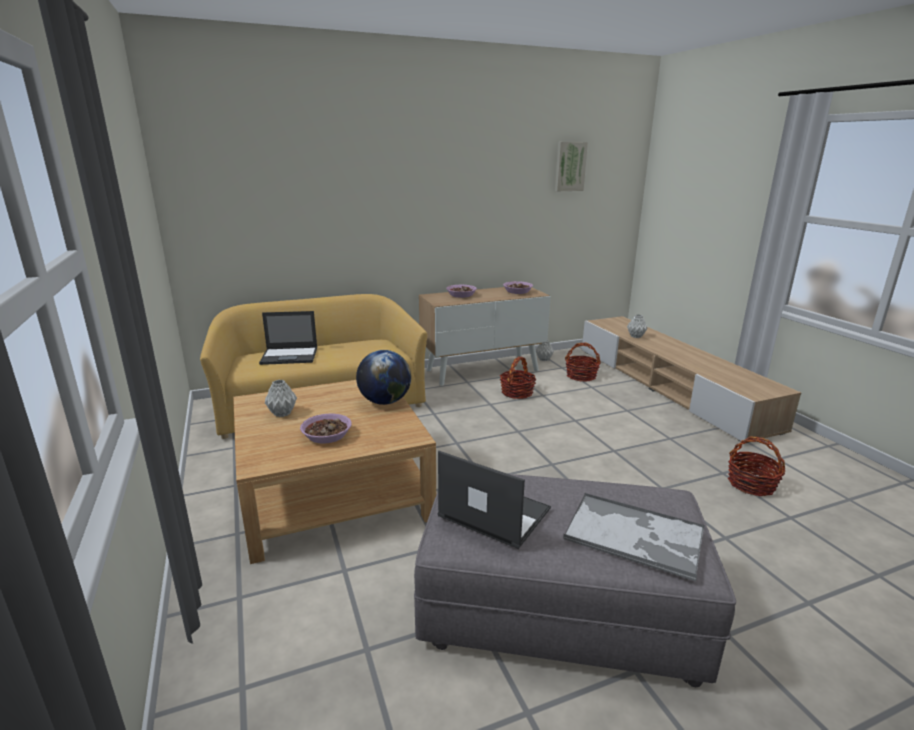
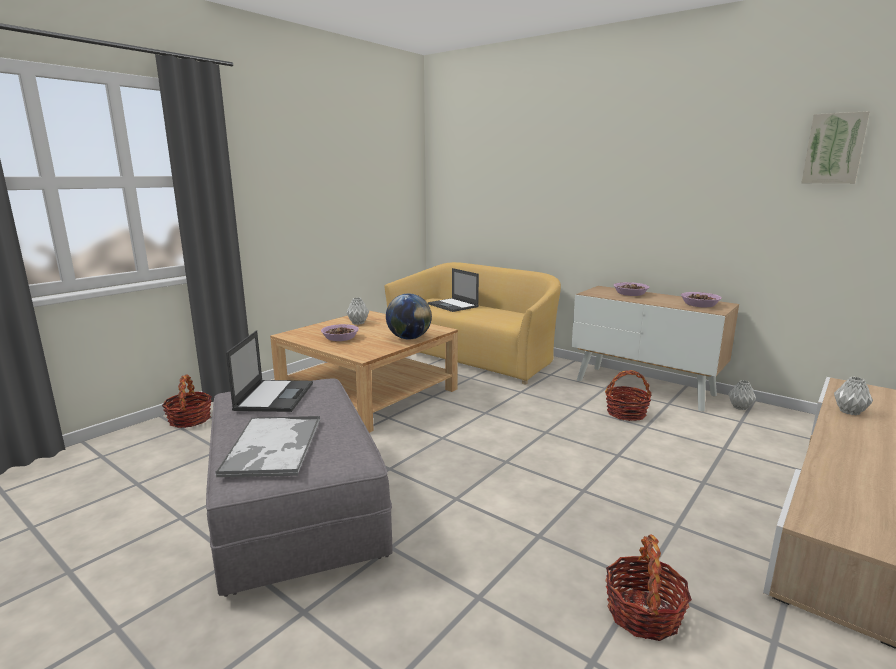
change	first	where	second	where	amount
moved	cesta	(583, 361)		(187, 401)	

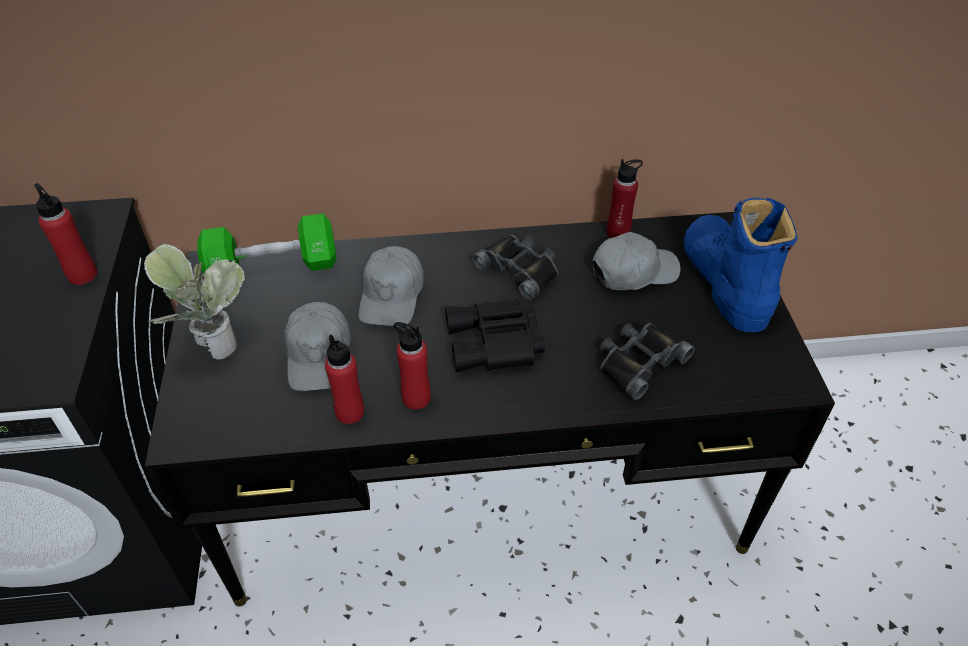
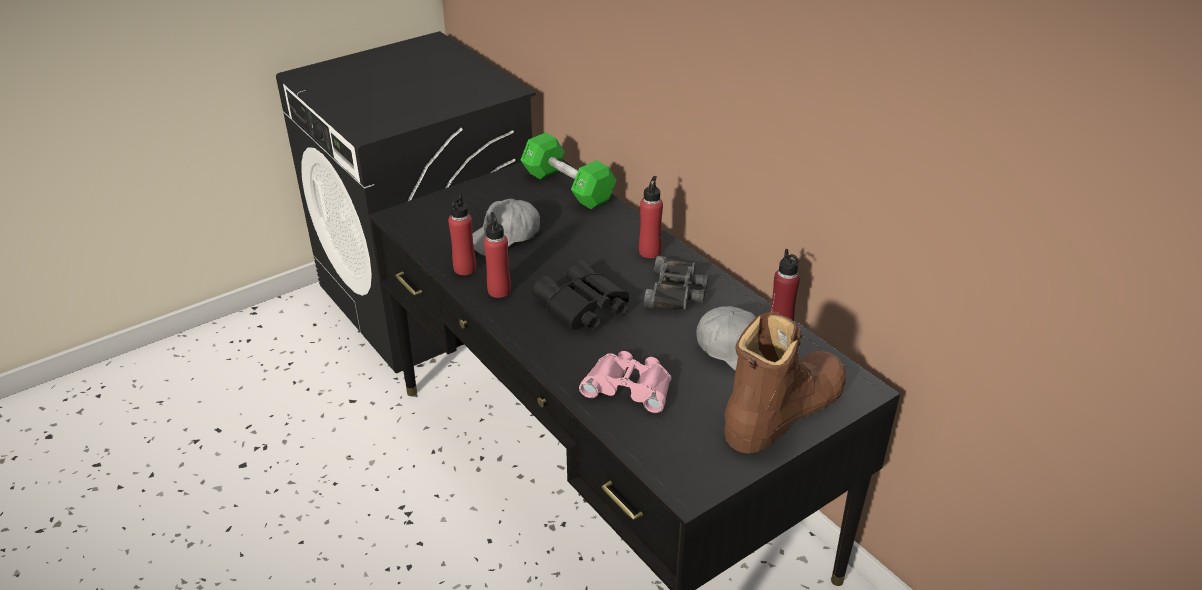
change	first	where	second	where	amount
moved	botella [rojo]	(65, 234)		(651, 217)	
recoloured	bota [azul]	(741, 265)	bota [marrón]	(785, 382)	
removed	planta en maceta	(194, 301)			
removed	gorra [gris]	(391, 286)			
recoloured	prismáticos [negro]	(646, 361)	prismáticos [rosa]	(625, 382)	

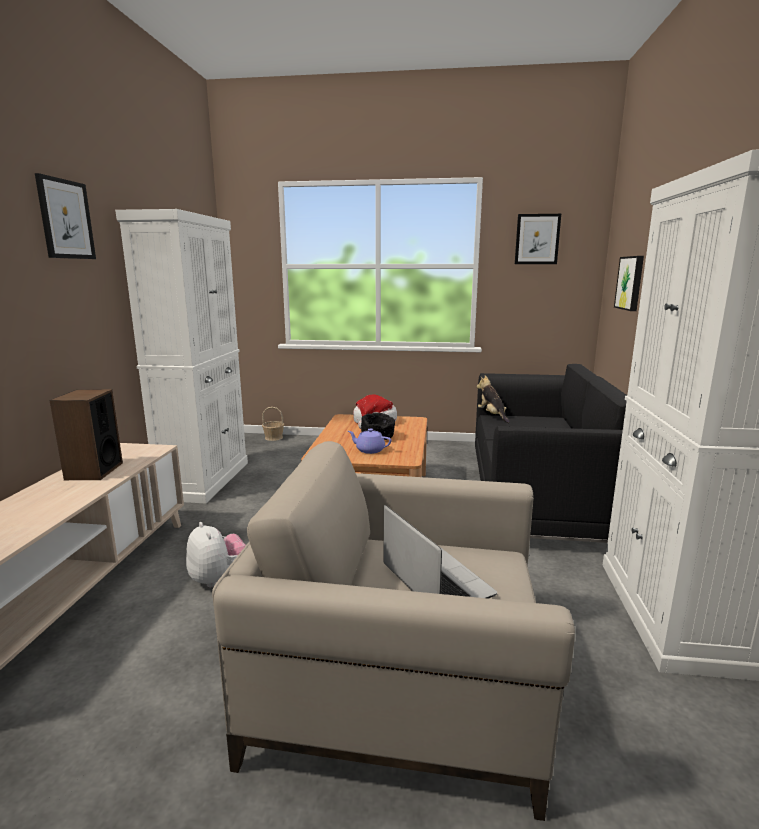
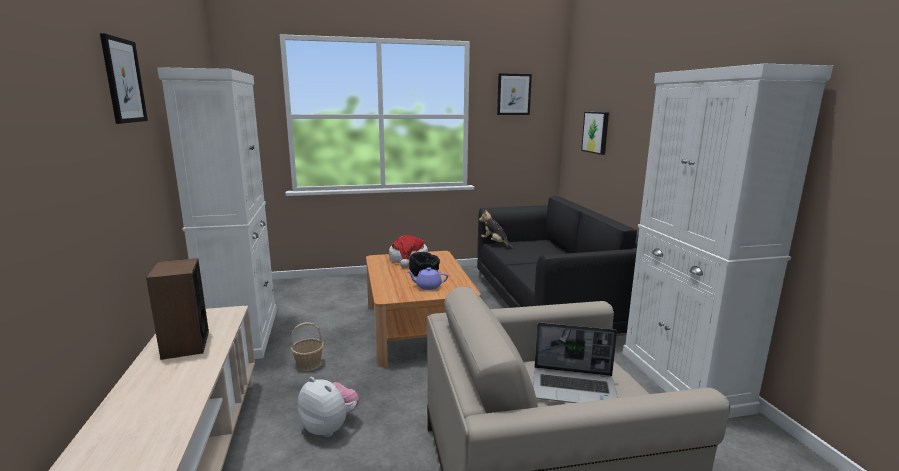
change	first	where	second	where	amount
moved	cesta	(273, 424)		(307, 346)	
turned	portátil	(440, 552)		(575, 362)	150 degrees clockwise

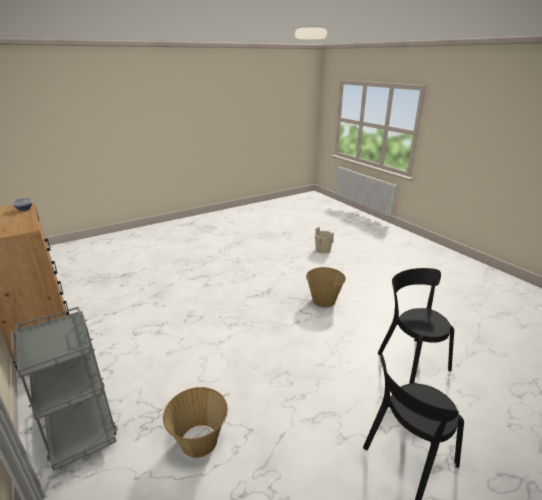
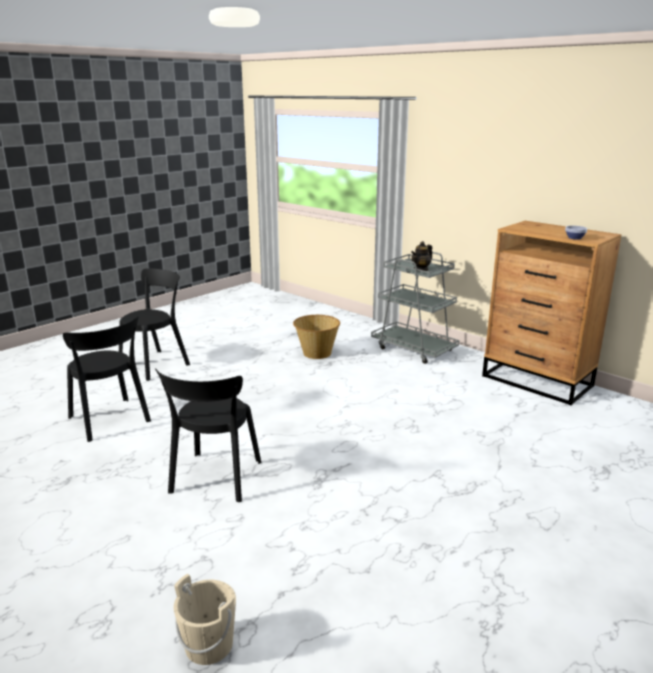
change	first	where	second	where	amount
replaced	cesta	(326, 287)	silla [negro]	(208, 435)	
added			tetera	(421, 256)	

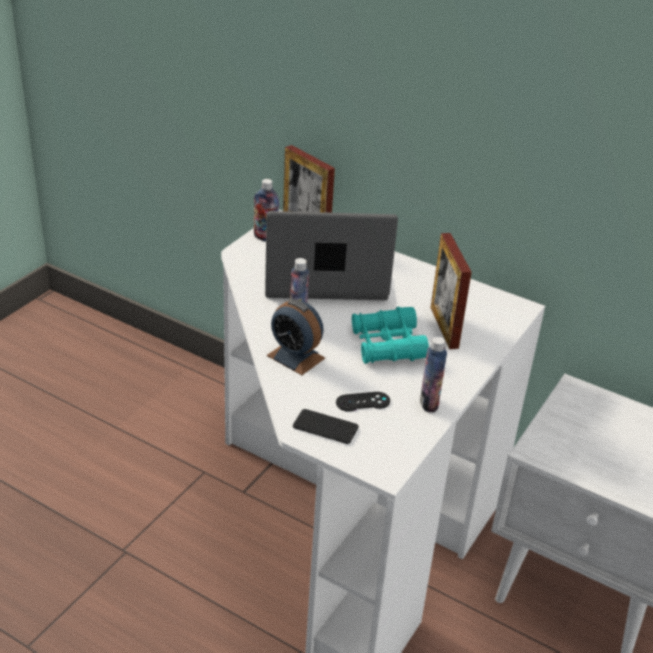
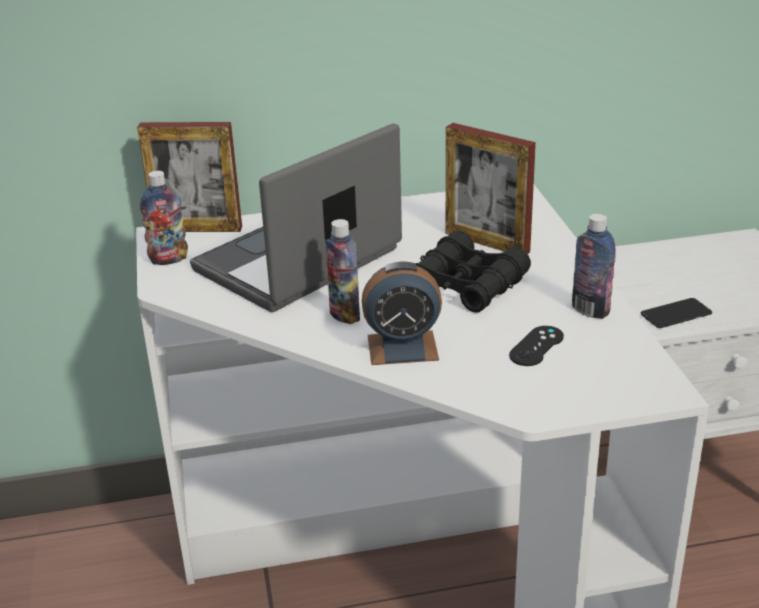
change	first	where	second	where	amount
recoloured	prismáticos [turquesa]	(390, 335)	prismáticos [negro]	(473, 271)	
moved	móvil	(326, 426)		(676, 313)	

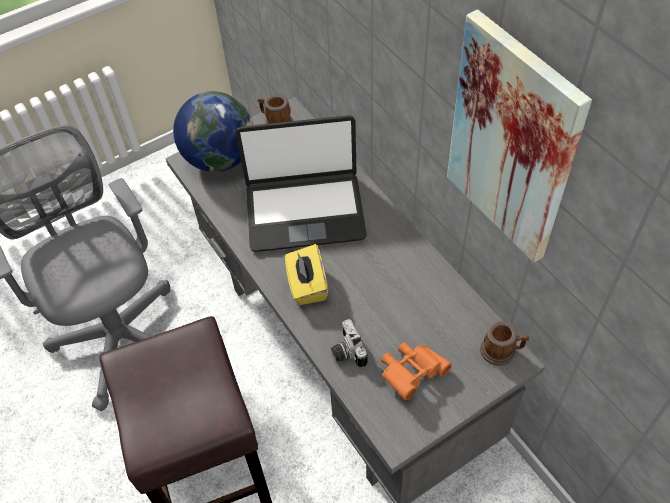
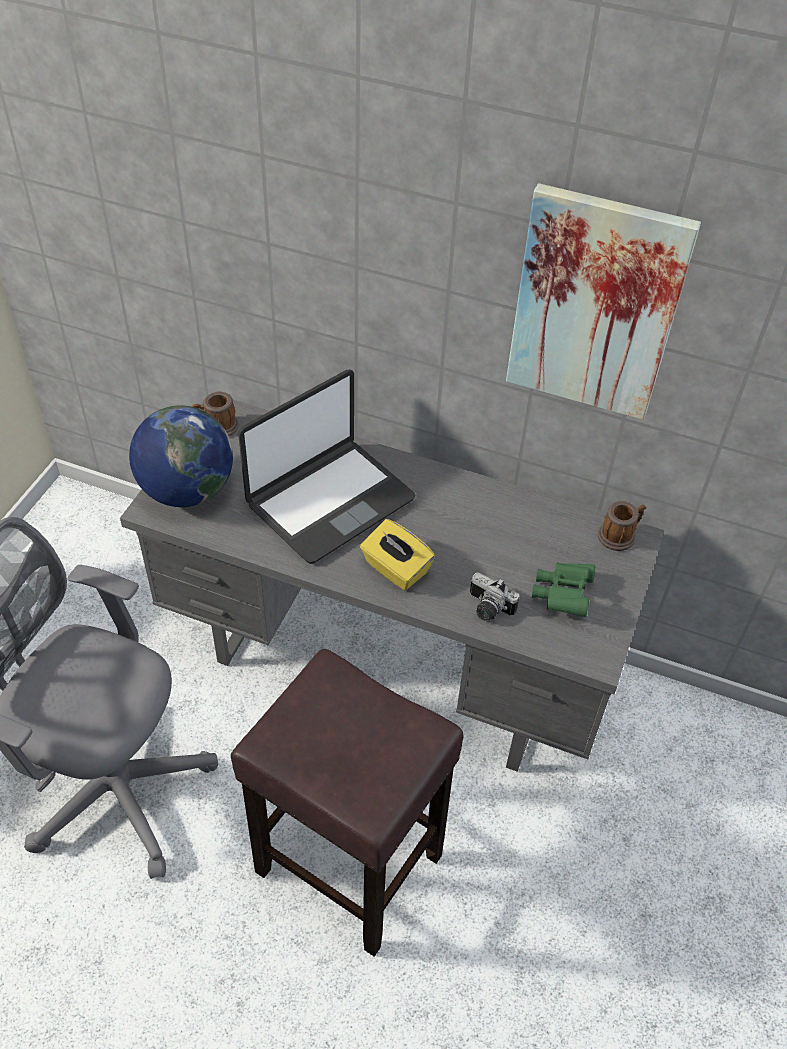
change	first	where	second	where	amount
recoloured	prismáticos [naranja]	(416, 371)	prismáticos [verde]	(563, 589)	

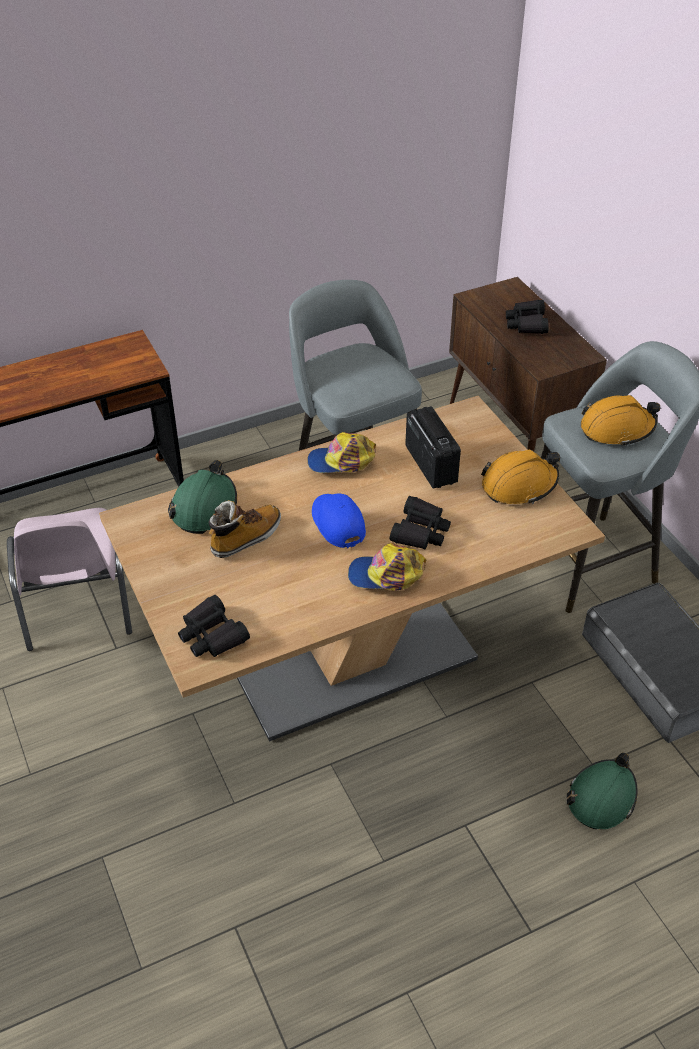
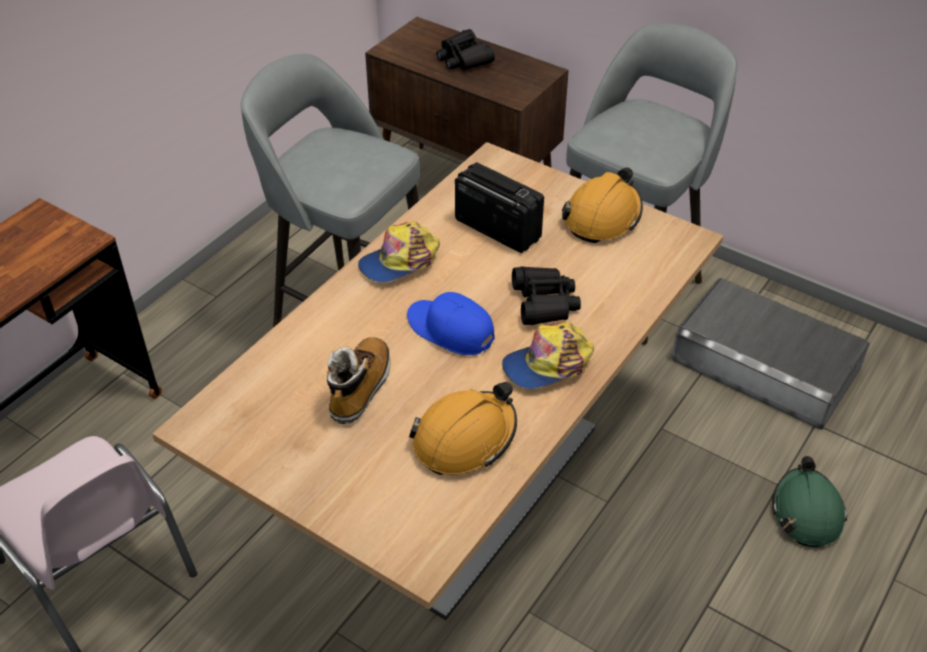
change	first	where	second	where	amount
moved	casco [naranja]	(620, 421)		(463, 428)	
removed	casco [verde]	(202, 497)			
removed	prismáticos [negro]	(214, 626)			

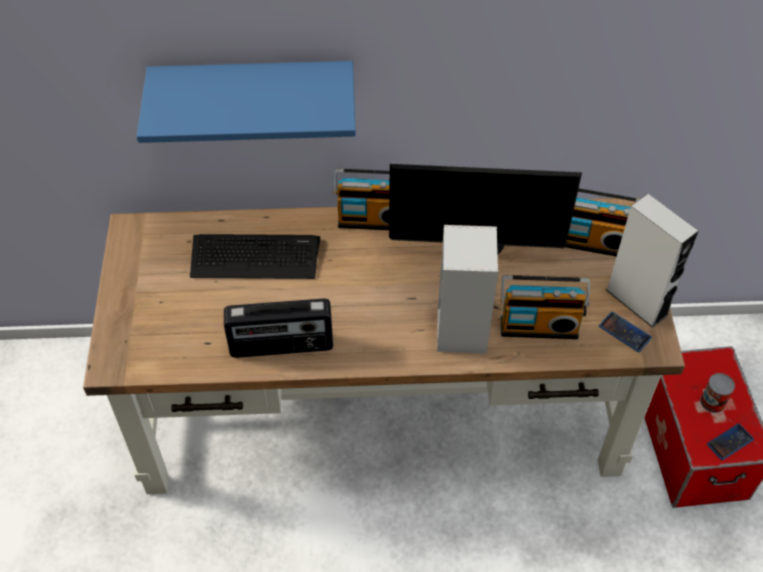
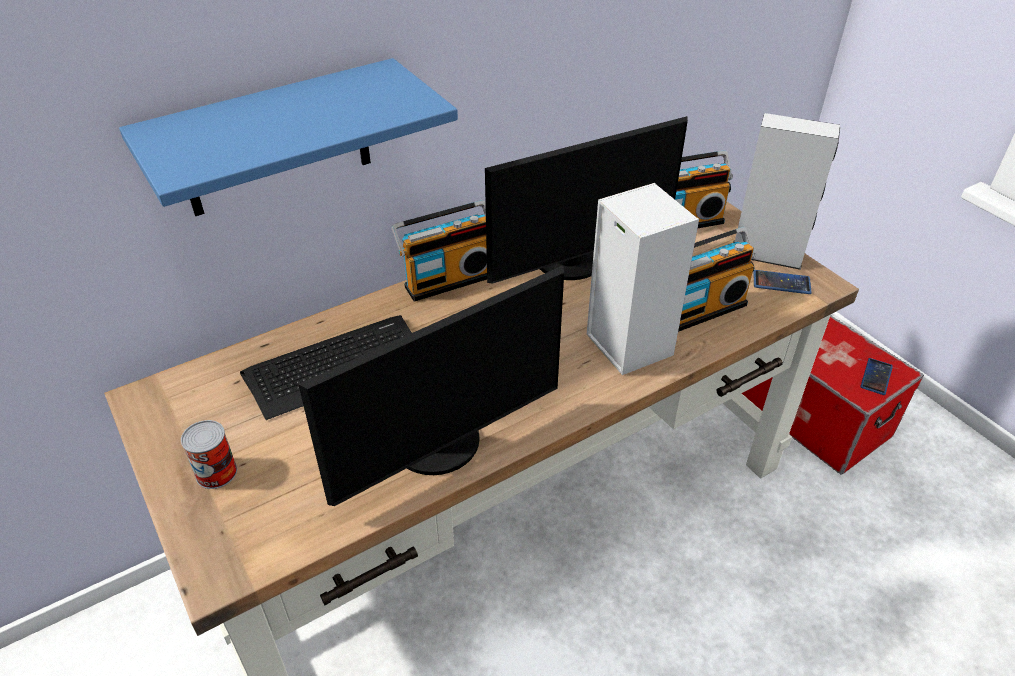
change	first	where	second	where	amount
replaced	radio	(278, 328)	monitor	(431, 386)	
moved	lata	(717, 393)		(209, 454)	

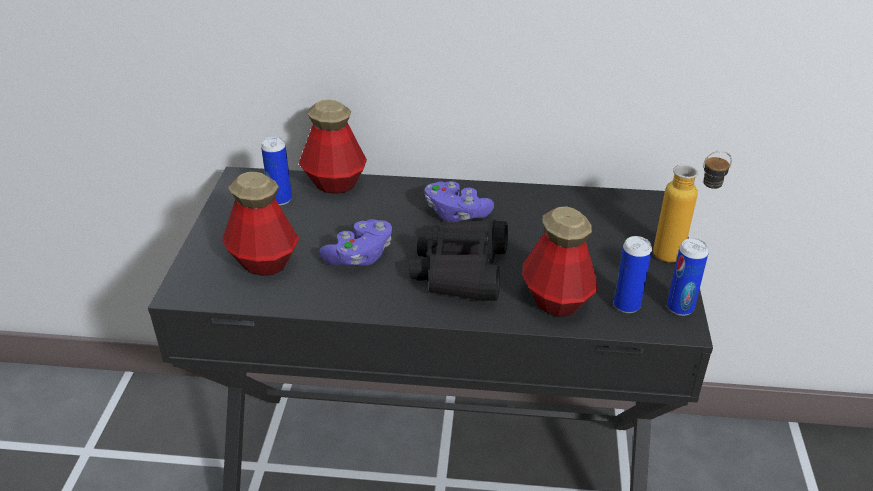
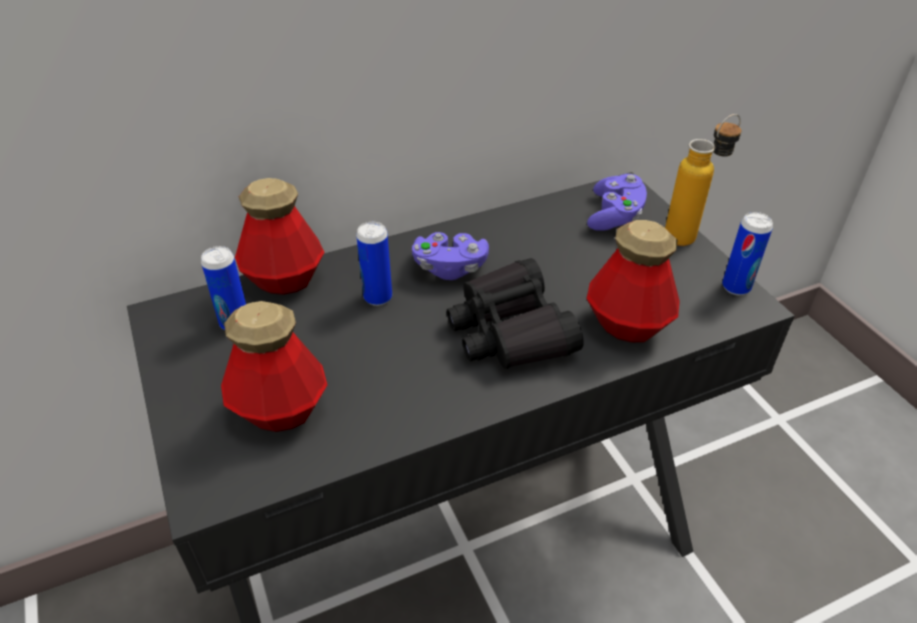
change	first	where	second	where	amount
moved	mando de consola [morado]	(355, 242)		(617, 202)	
moved	lata	(633, 274)		(374, 264)	

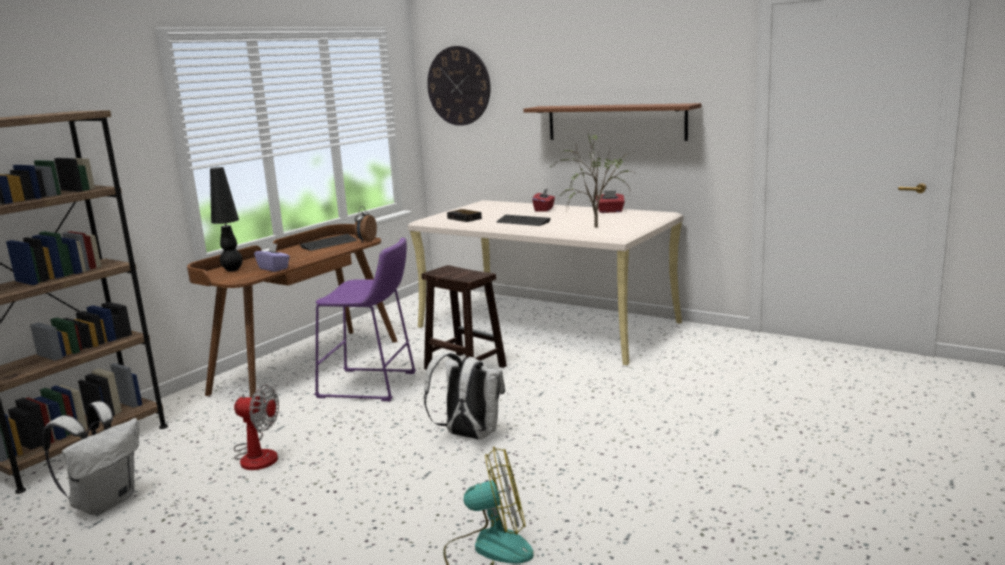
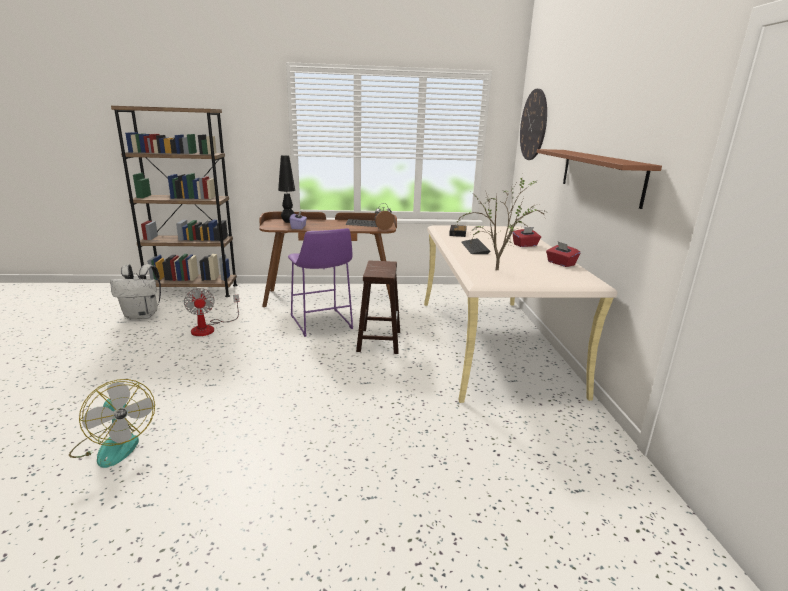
change	first	where	second	where	amount
removed	mochila [blanco]	(464, 396)			

